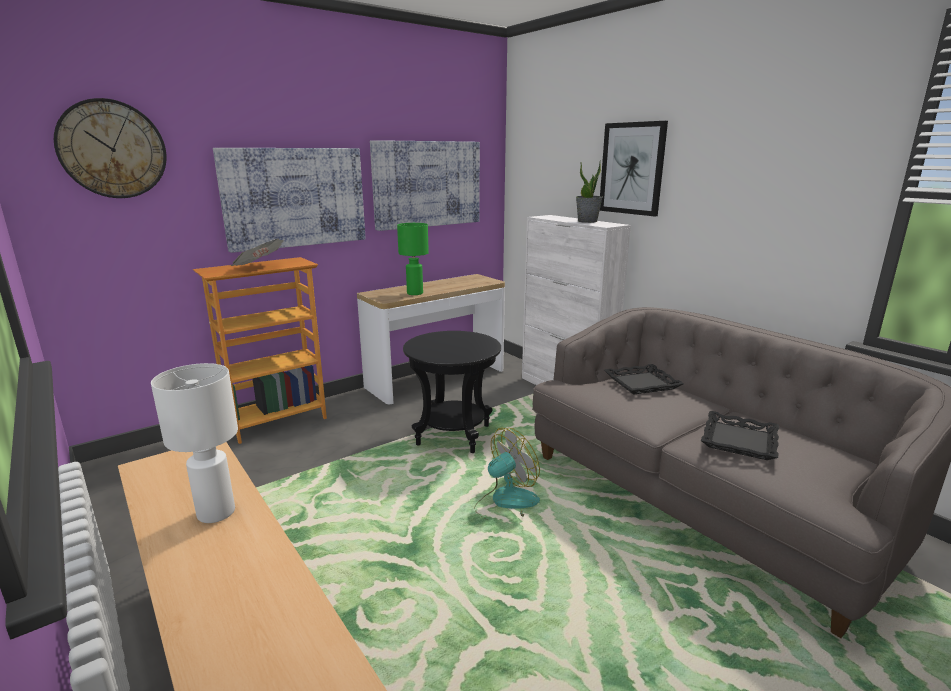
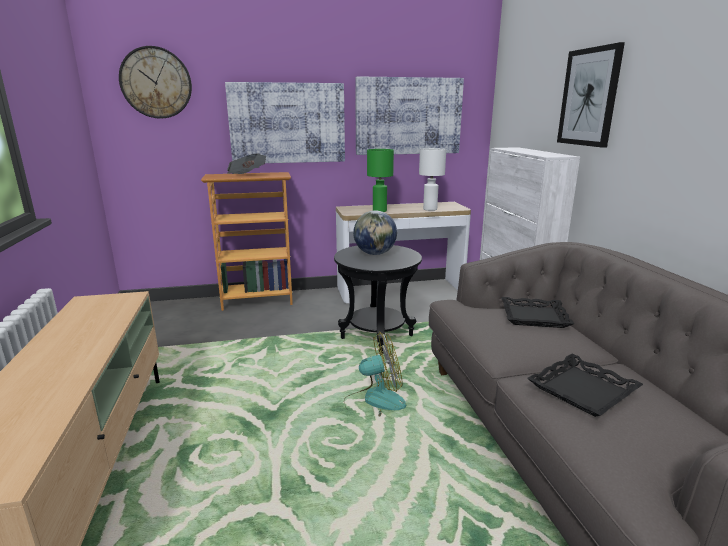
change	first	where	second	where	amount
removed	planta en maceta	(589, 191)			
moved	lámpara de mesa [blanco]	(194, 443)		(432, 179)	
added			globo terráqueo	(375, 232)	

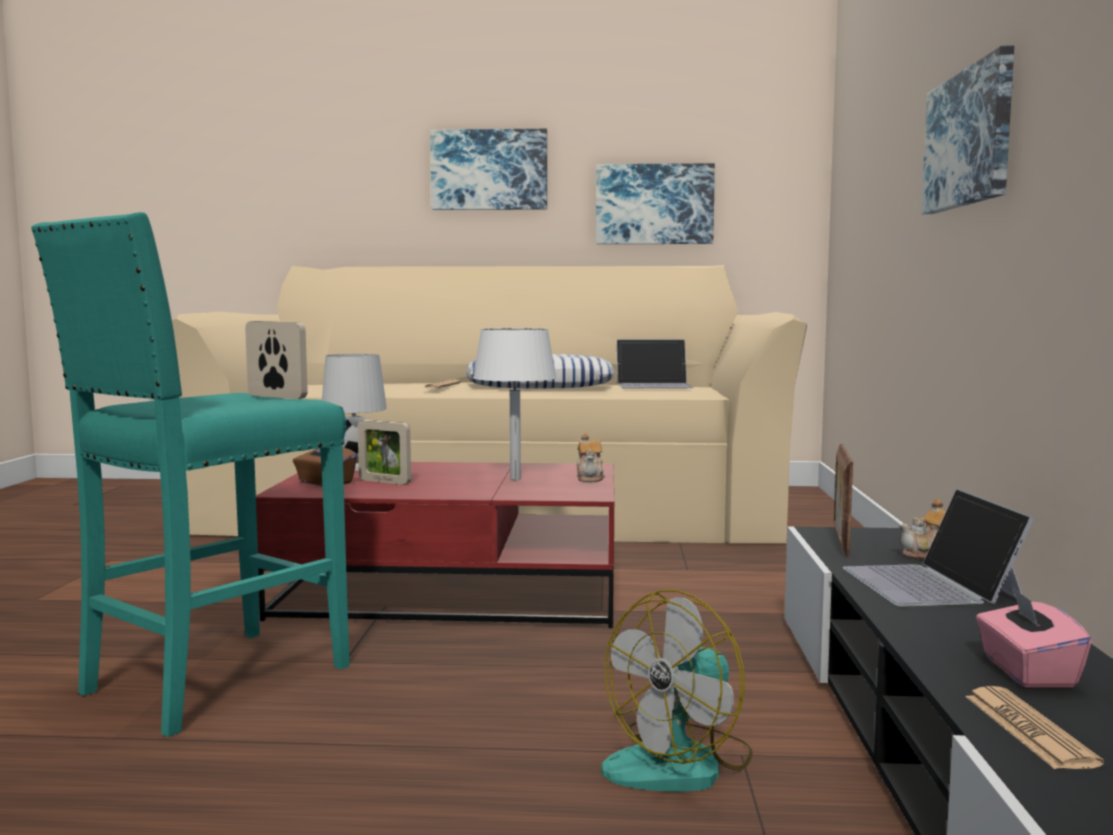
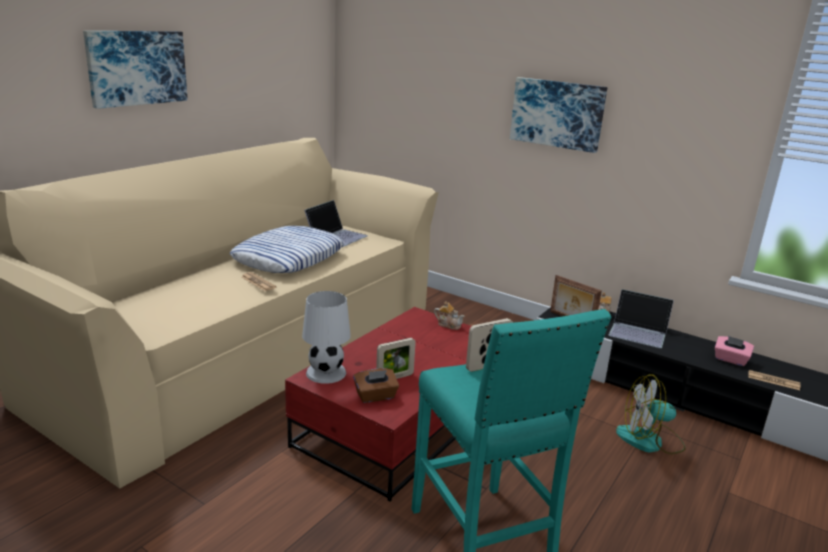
change	first	where	second	where	amount
removed	cuadro	(655, 203)			
removed	lámpara de mesa [blanco]	(515, 404)			
turned	ventilador	(677, 691)		(650, 414)	105 degrees clockwise

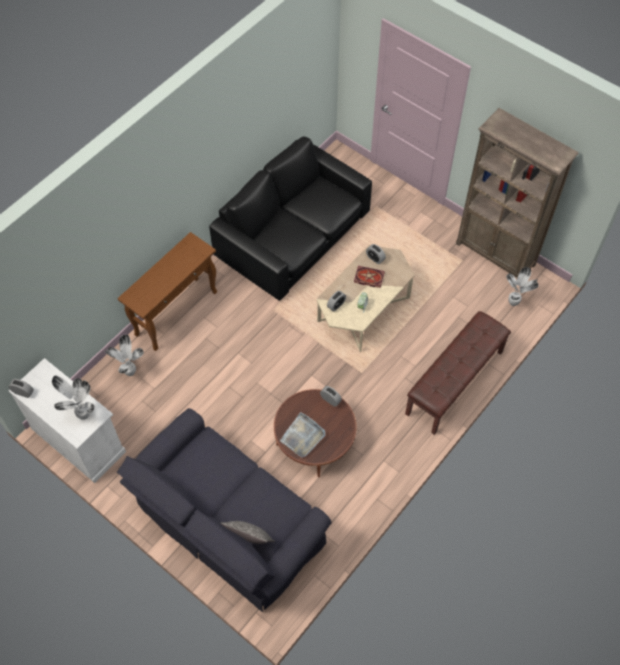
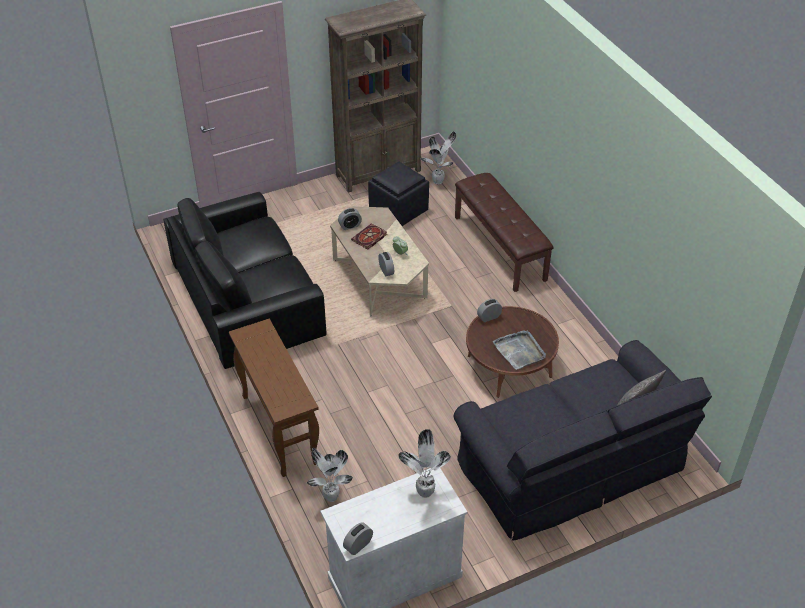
change	first	where	second	where	amount
added			puf [negro]	(398, 194)	

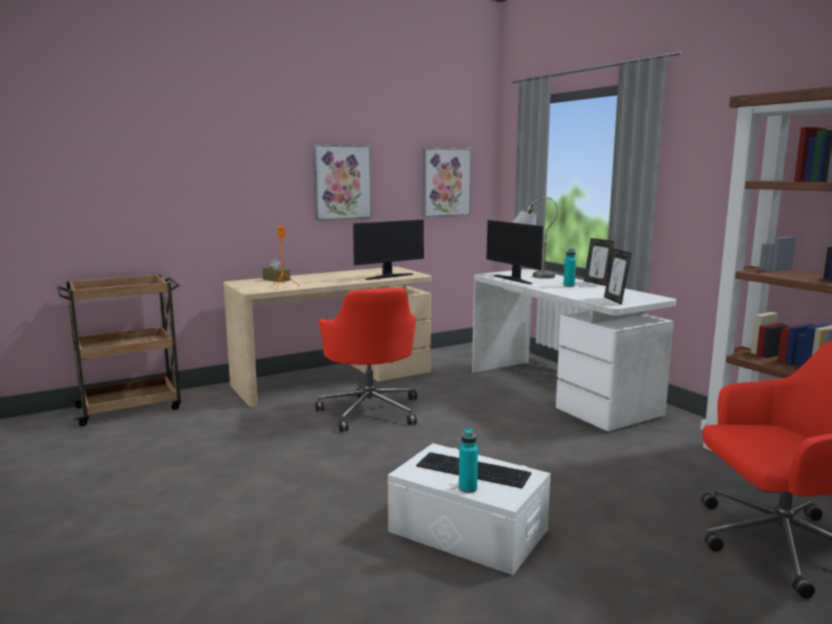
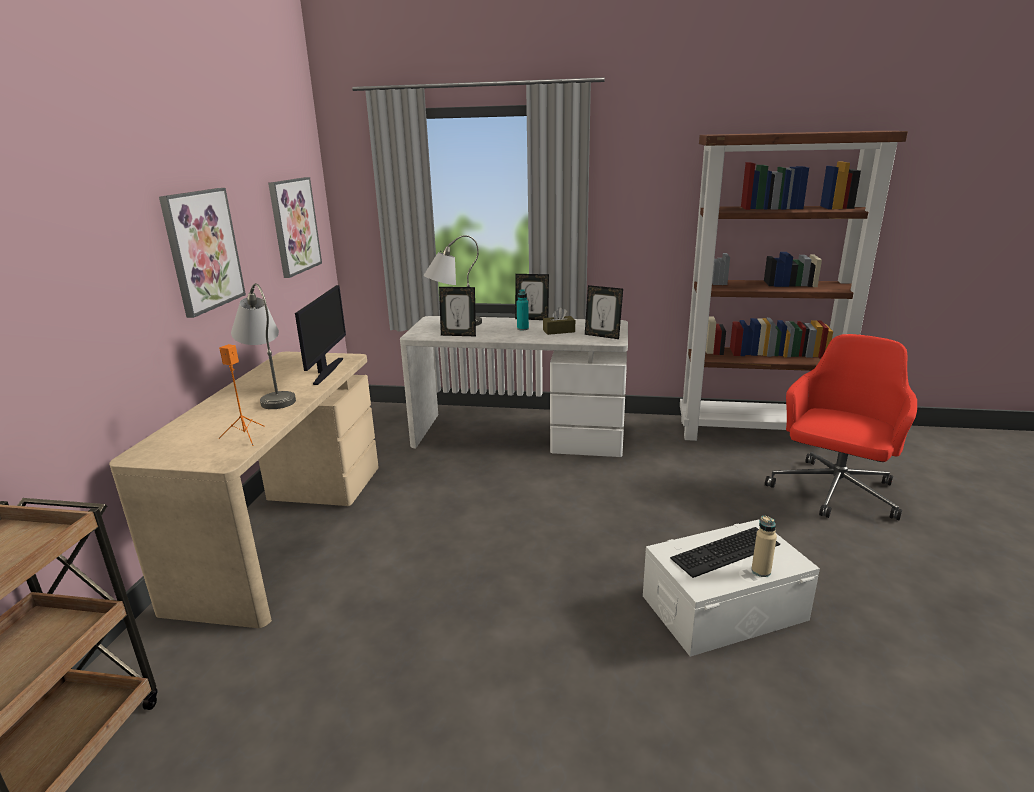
change	first	where	second	where	amount
replaced	monitor	(514, 252)	portarretratos	(457, 311)	
moved	caja de pañuelos [marrón]	(277, 270)		(559, 321)	
removed	silla de oficina [rojo]	(366, 360)			
recoloured	botella [turquesa]	(468, 460)	botella [beis]	(764, 546)	
added			lámpara de mesa [gris]	(263, 346)	

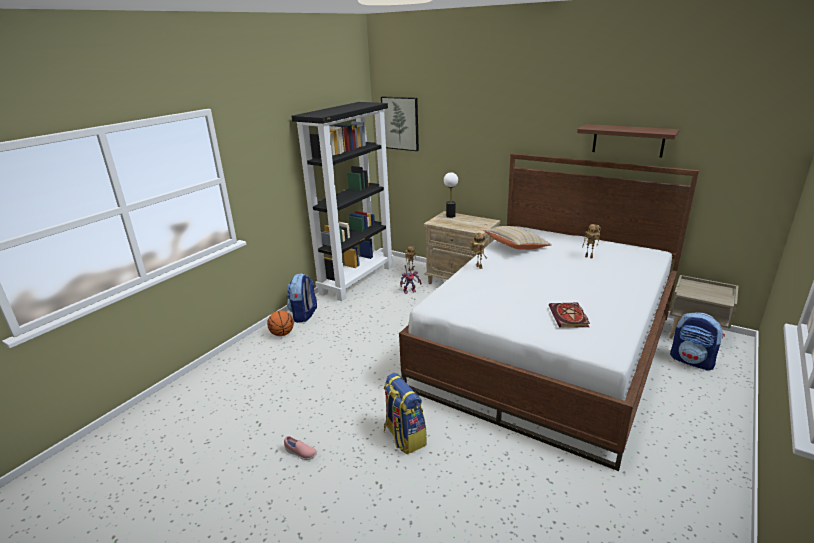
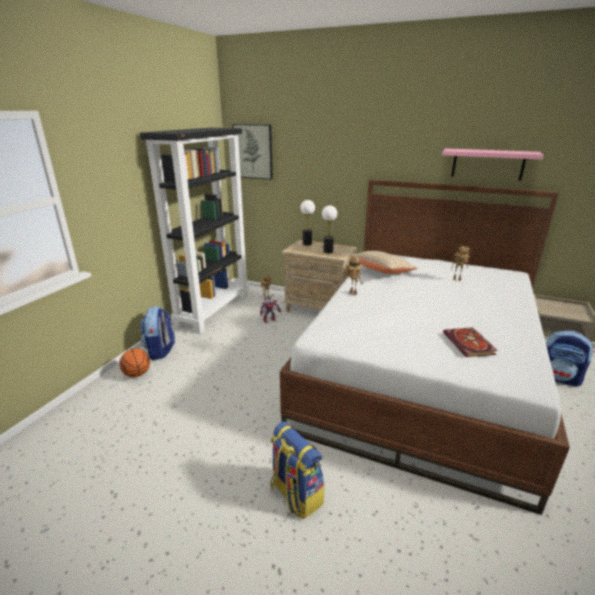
change	first	where	second	where	amount
recoloured	estante [marrón]	(628, 141)	estante [rosa]	(492, 164)	
removed	zapato [rosa]	(300, 448)			
added			lámpara de mesa	(329, 229)	

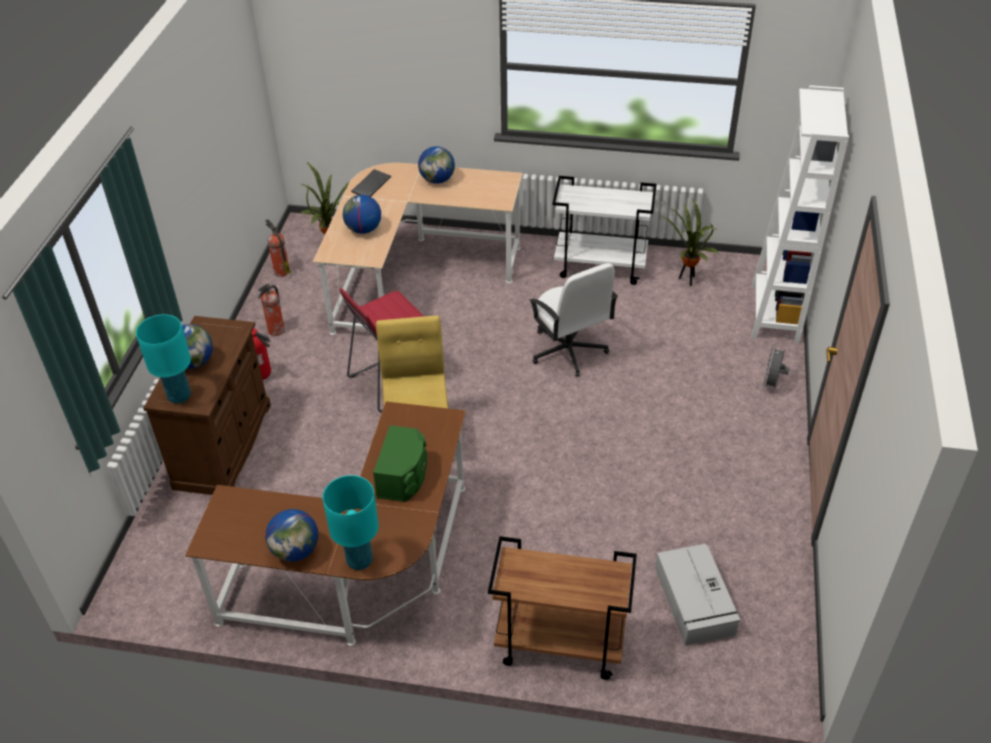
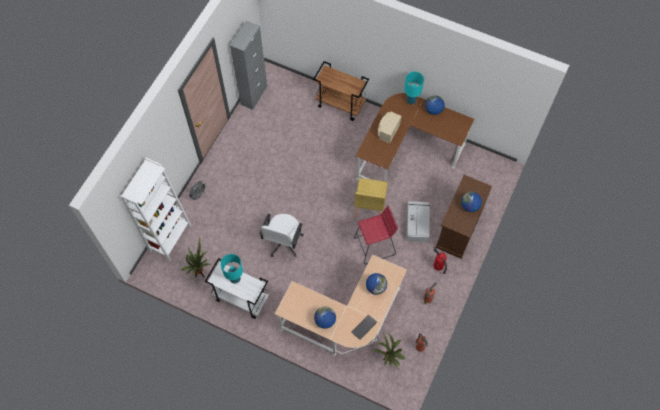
change	first	where	second	where	amount
turned	silla de oficina [blanco]	(573, 320)		(281, 235)	150 degrees counterclockwise
moved	lámpara de mesa [turquesa]	(163, 359)		(231, 269)	
recoloured	altavoz [verde]	(400, 463)	altavoz [beis]	(389, 127)	
moved	caja de almacenaje [gris]	(698, 595)		(418, 221)	
added			armario [gris]	(248, 65)	

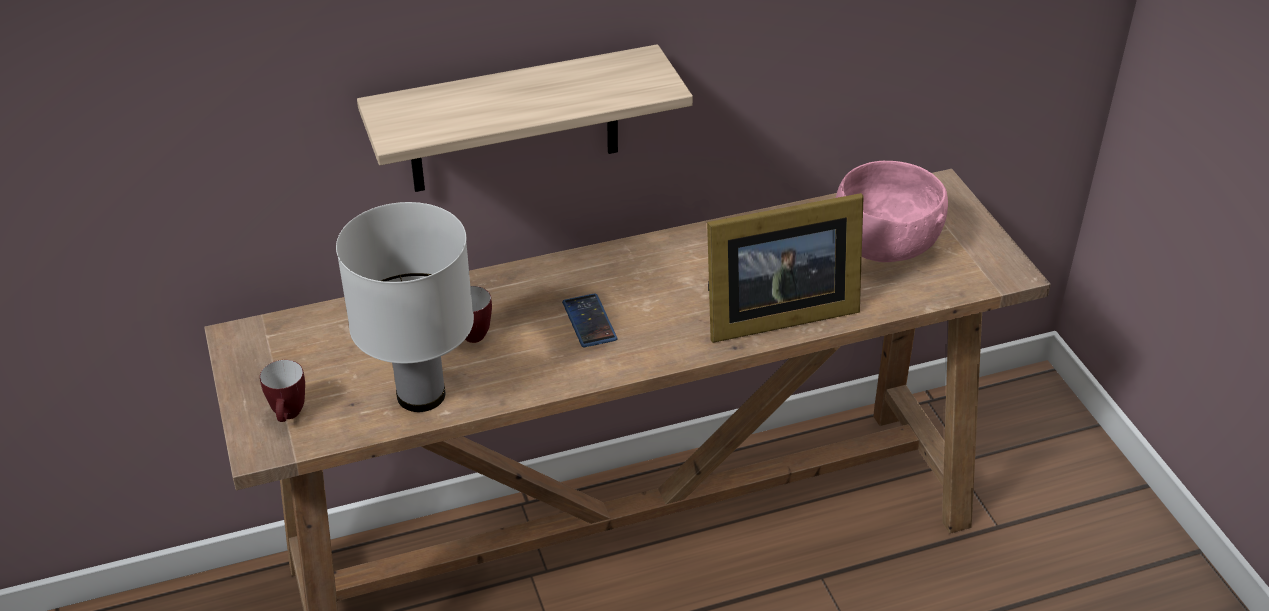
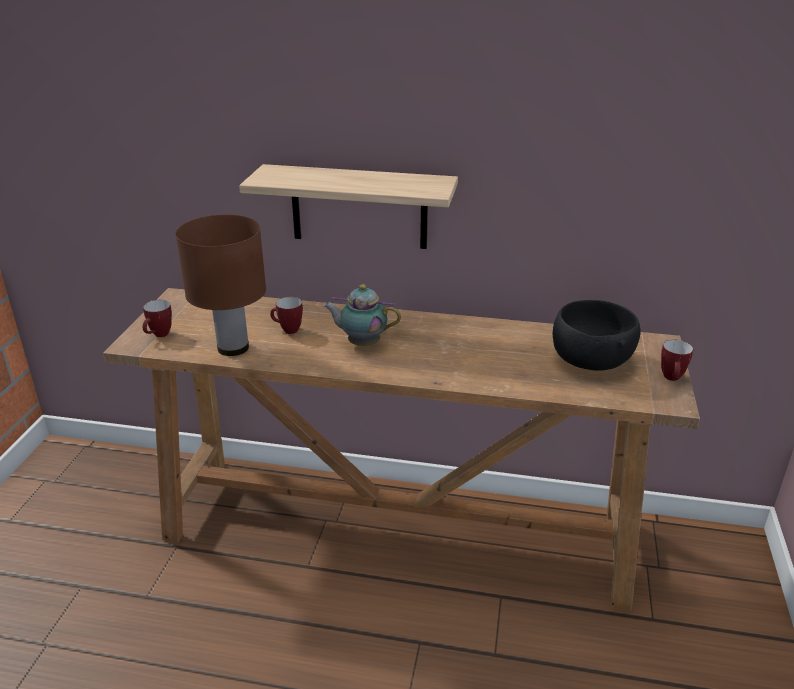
change	first	where	second	where	amount
recoloured	cuenco [rosa]	(892, 211)	cuenco [negro]	(597, 335)	
removed	portarretratos	(785, 268)			
recoloured	lámpara de mesa [blanco]	(405, 307)	lámpara de mesa [marrón]	(220, 285)	
replaced	móvil	(589, 320)	tetera	(362, 315)	
added			taza grande	(677, 360)	

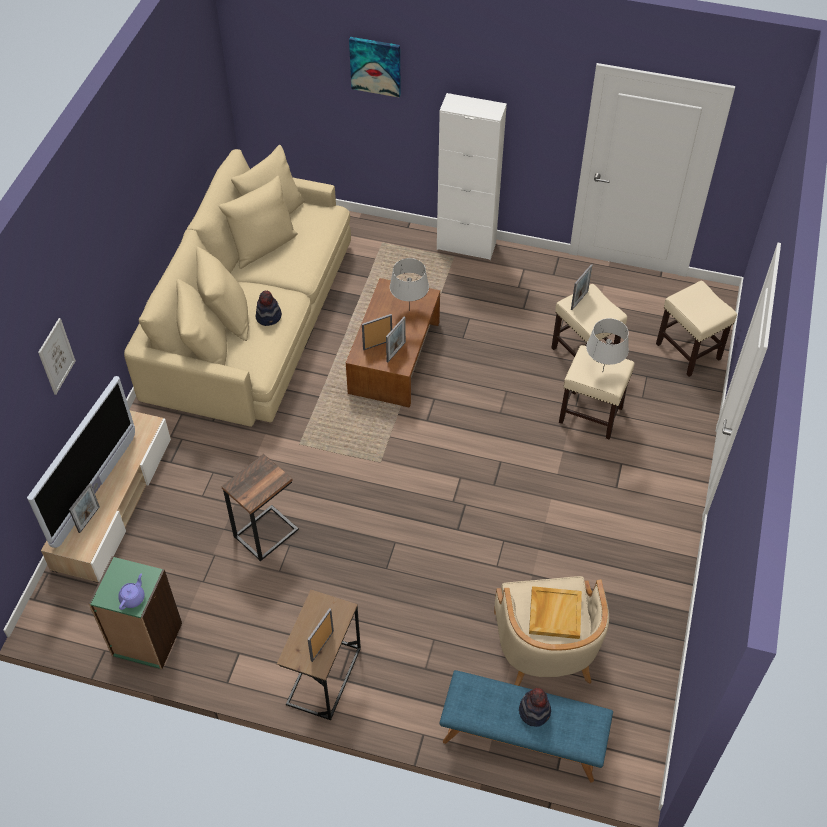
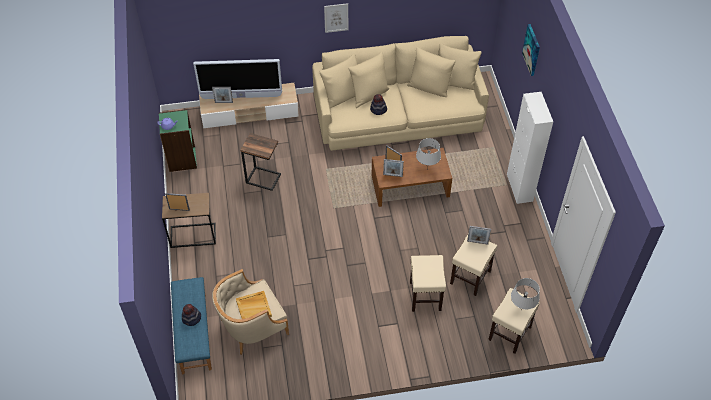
change	first	where	second	where	amount
moved	cuadro	(57, 356)		(336, 18)	
moved	lámpara de mesa [gris]	(607, 345)		(525, 294)	

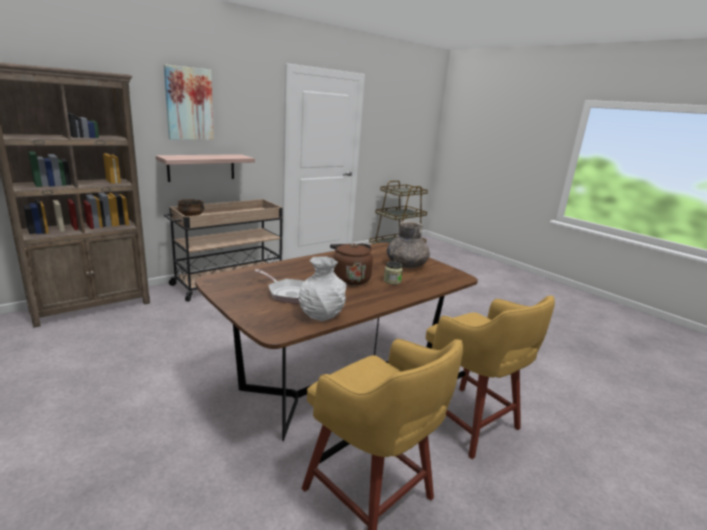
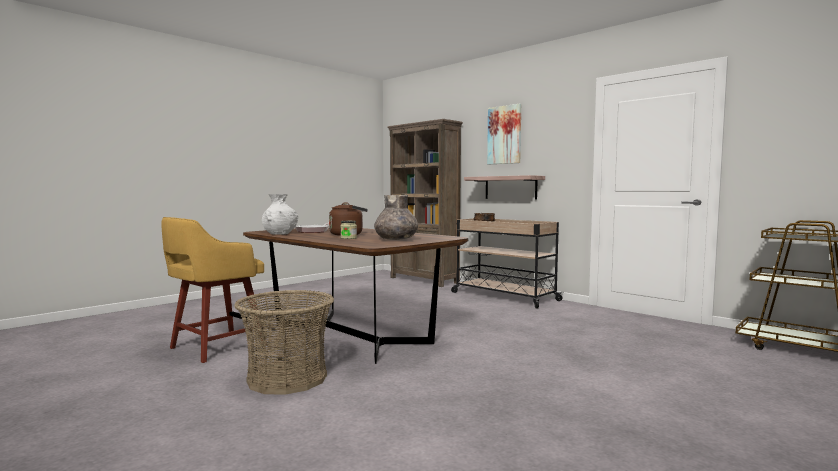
change	first	where	second	where	amount
replaced	taburete [amarillo]	(490, 377)	cesta	(284, 342)	

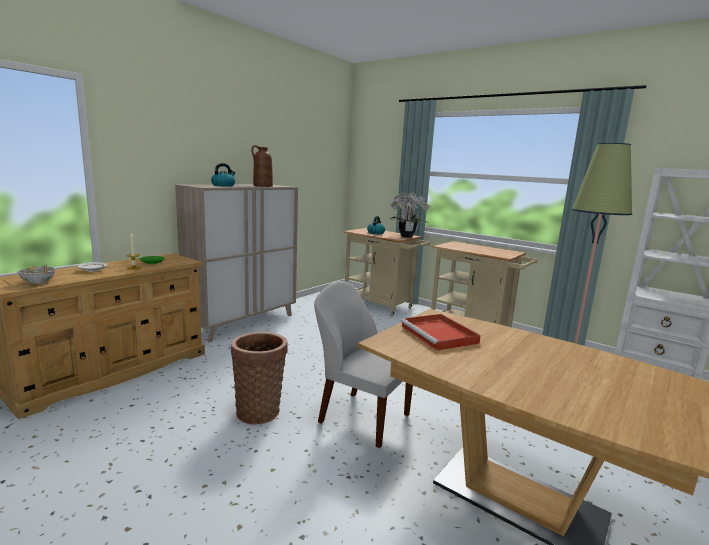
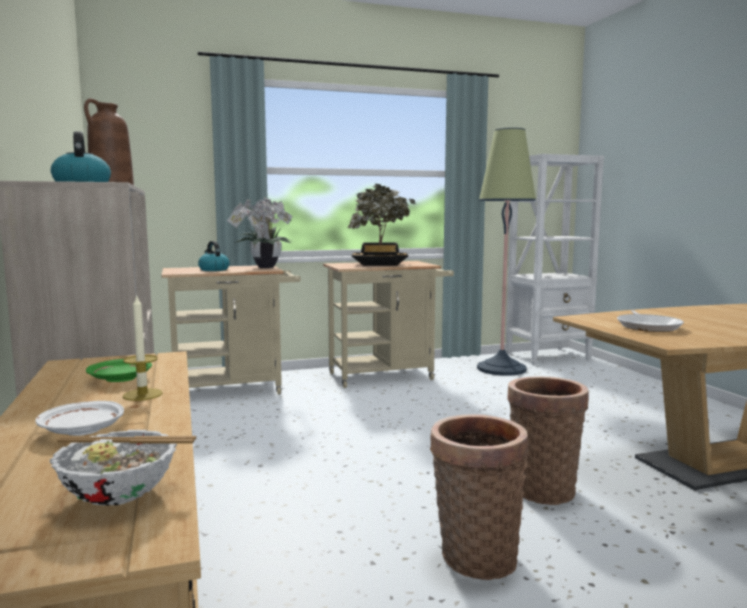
change	first	where	second	where	amount
replaced	silla [blanco]	(363, 364)	cesta	(547, 440)	
replaced	bandeja [rojo]	(440, 332)	sartén	(650, 321)	
added			planta en maceta	(381, 225)	

